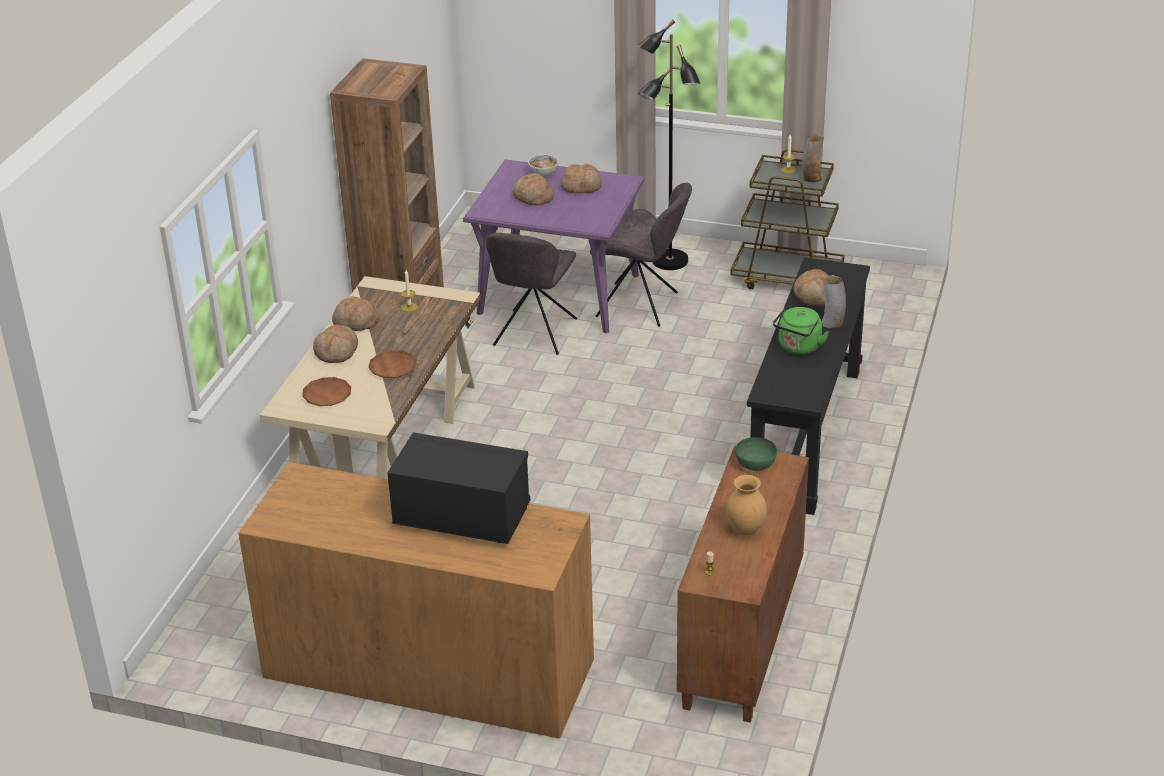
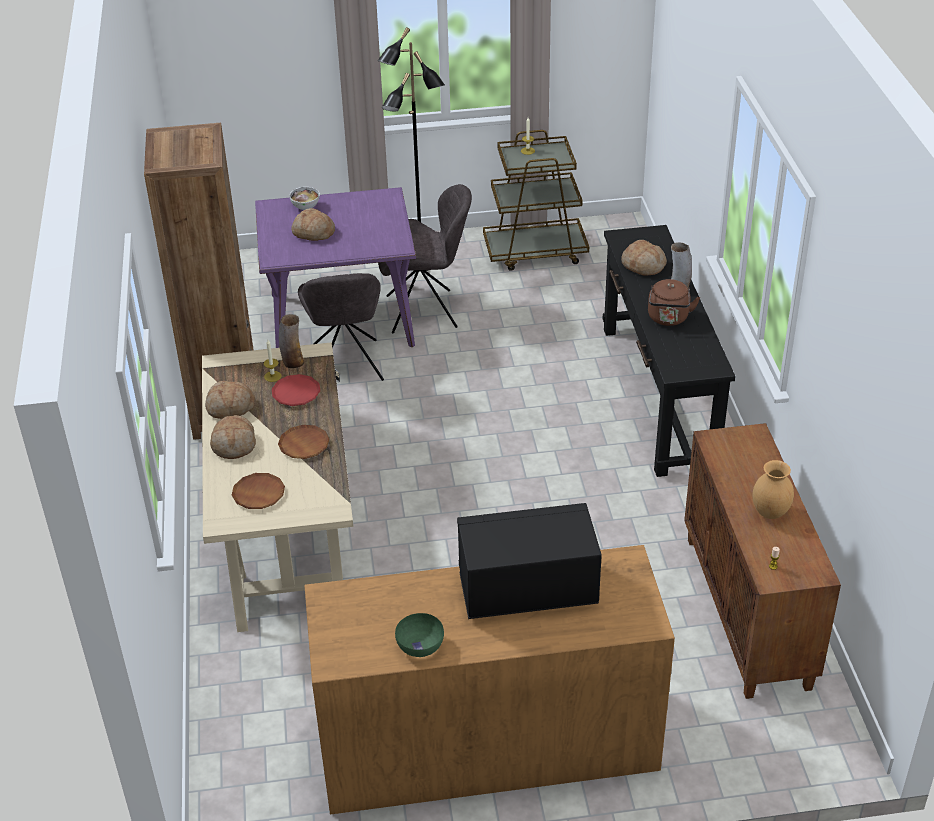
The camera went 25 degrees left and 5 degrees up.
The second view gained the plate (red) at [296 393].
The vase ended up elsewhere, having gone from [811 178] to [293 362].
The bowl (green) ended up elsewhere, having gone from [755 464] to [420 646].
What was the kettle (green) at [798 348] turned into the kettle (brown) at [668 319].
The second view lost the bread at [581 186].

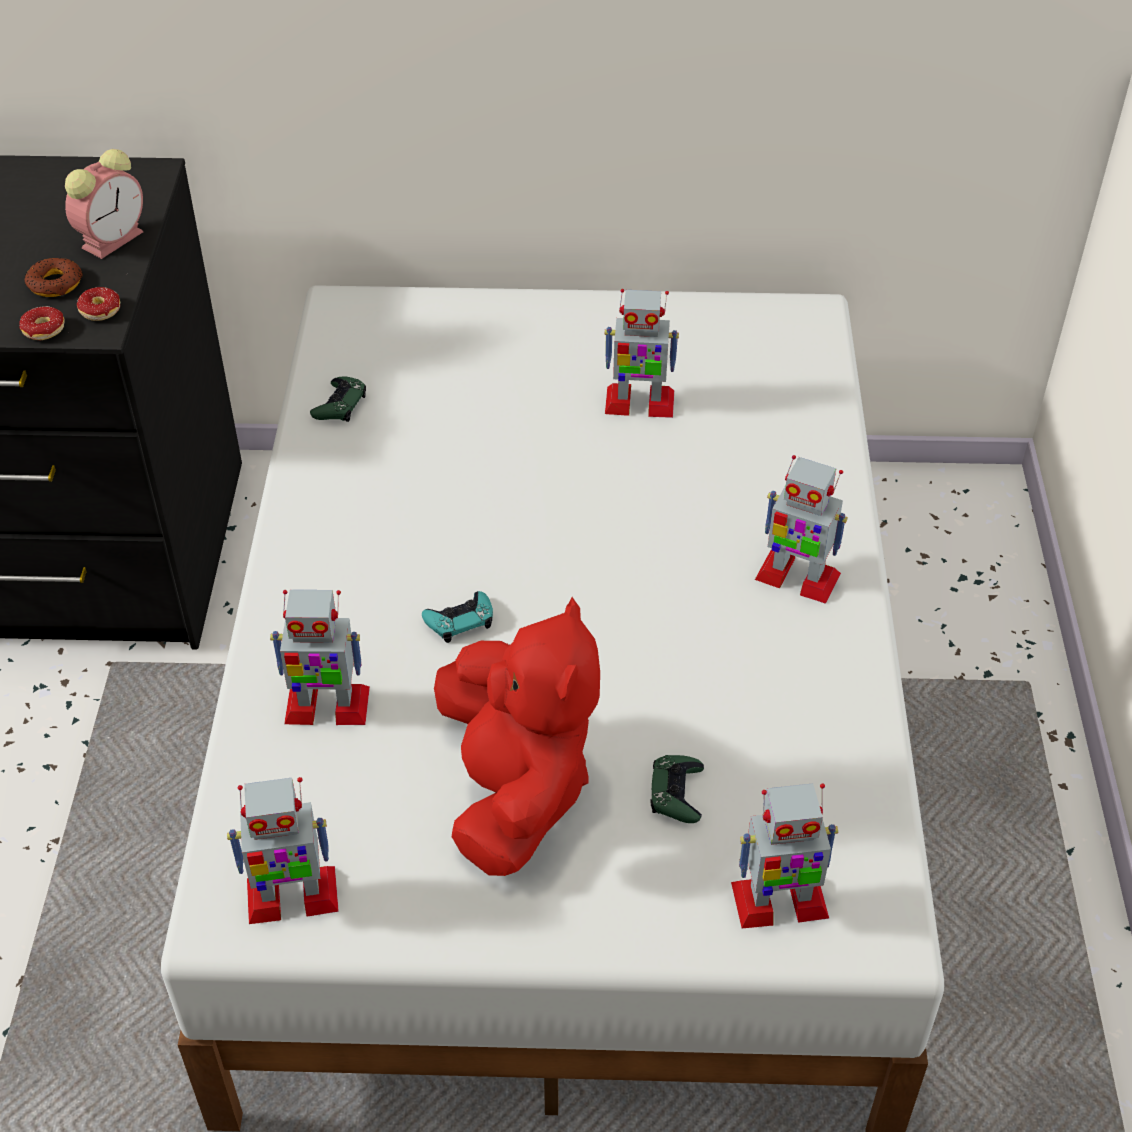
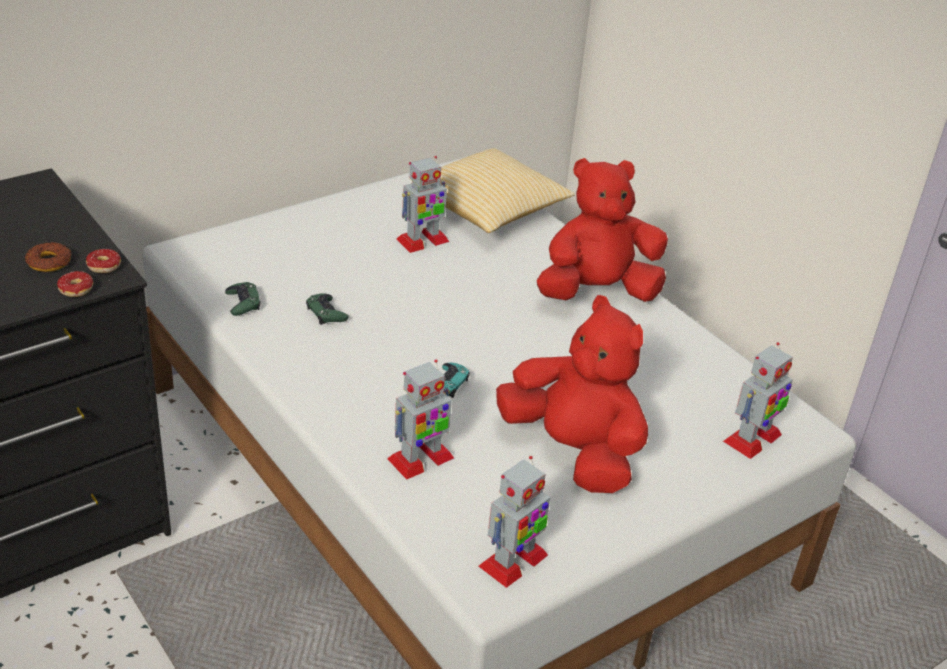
The camera went 40 degrees left and 10 degrees down.
The game controller (green) ended up elsewhere, having gone from [676 793] to [326 313].
The second view gained the pillow at [490 210].
Where the toy robot stood at [796 576], the plush toy (red) came to stand at [596 292].
The second view lost the alarm clock at [114 238].

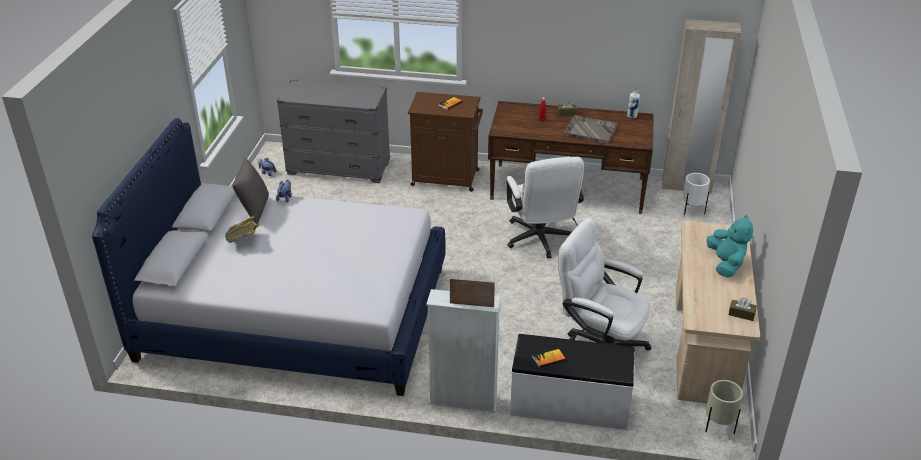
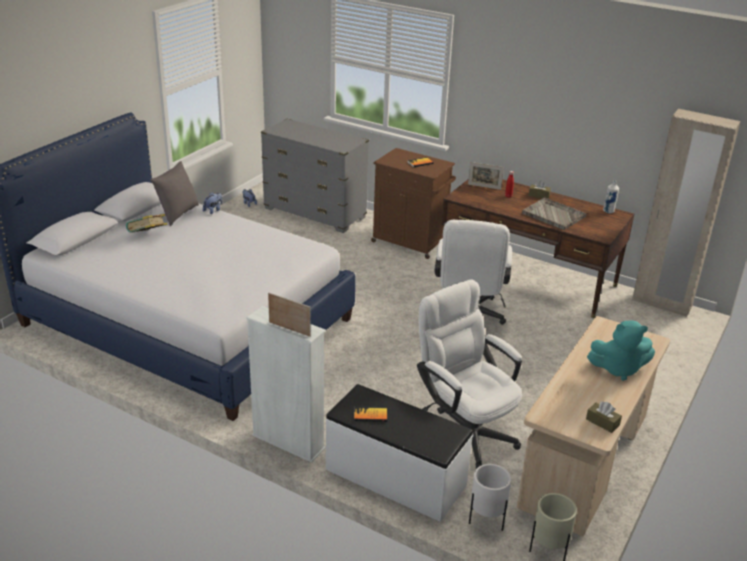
The camera went 20 degrees right and 5 degrees down.
The second view gained the picture frame at [484 187].
The planter (white) ended up elsewhere, having gone from [692 211] to [486 520].
The plush toy (turquoise) at [726 264] ended up facing another way, 75 degrees clockwise from before.

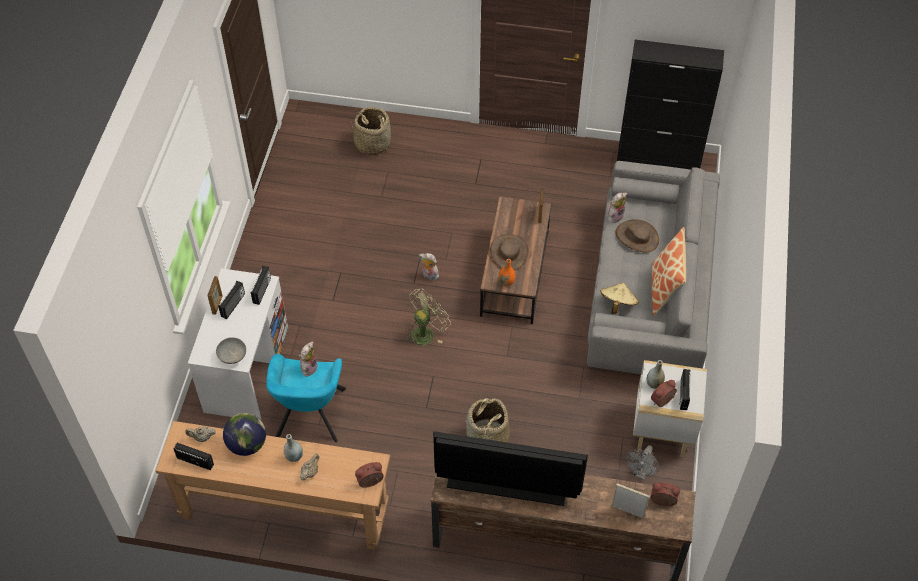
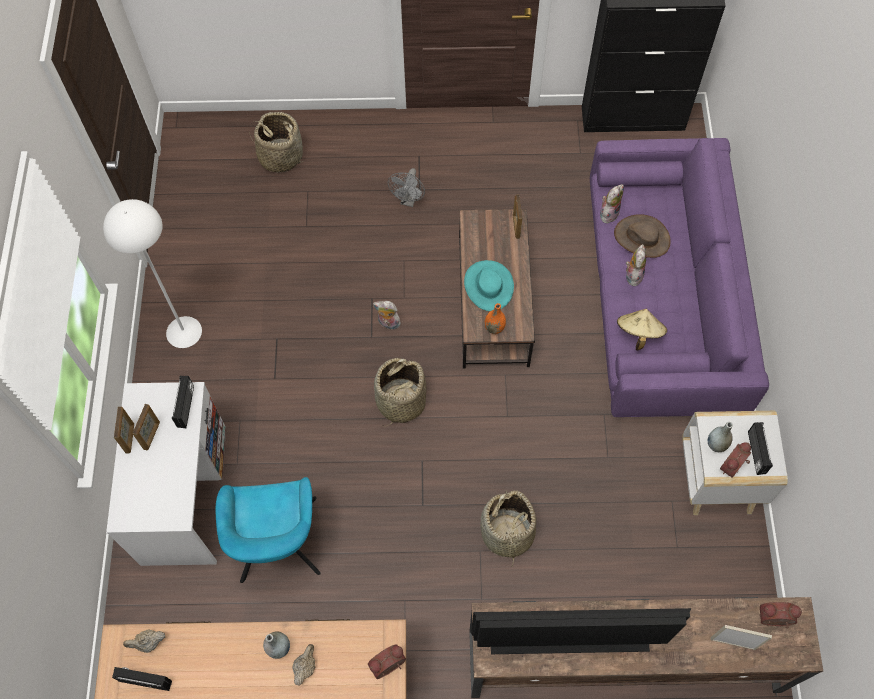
The camera went 10 degrees left and 10 degrees up.
The second view gained the floor lamp (white) at [184 331].
Where the radio stood at [233 305], the picture frame came to stand at [152 435].
Where the fan (green) stood at [426 332], the basket came to stand at [400 402].
The fan (grey) ended up elsewhere, having gone from [640 473] to [409 200].
What was the hat (brown) at [509 252] turned into the hat (turquoise) at [488 286].
What was the sofa (grey) at [649 292] turned into the sofa (purple) at [661 300].
The plush toy ended up elsewhere, having gone from [308 367] to [633 275].
The second view lost the bowl (grey) at [232 356].
The second view lost the globe at [247 444].
The second view lost the pillow at [664 289].

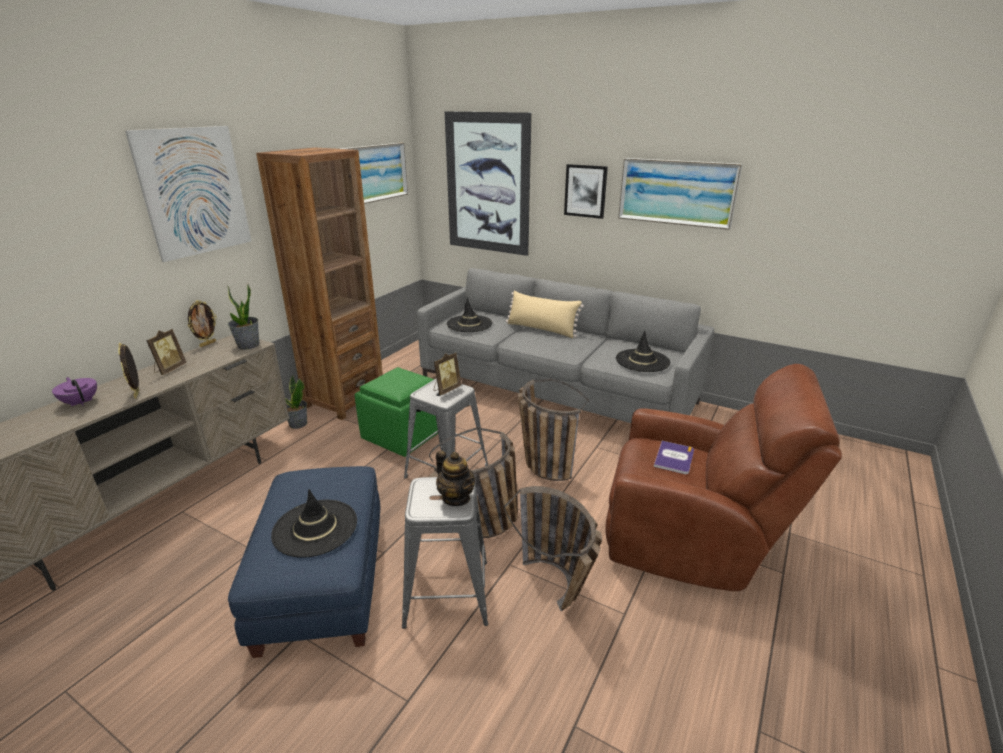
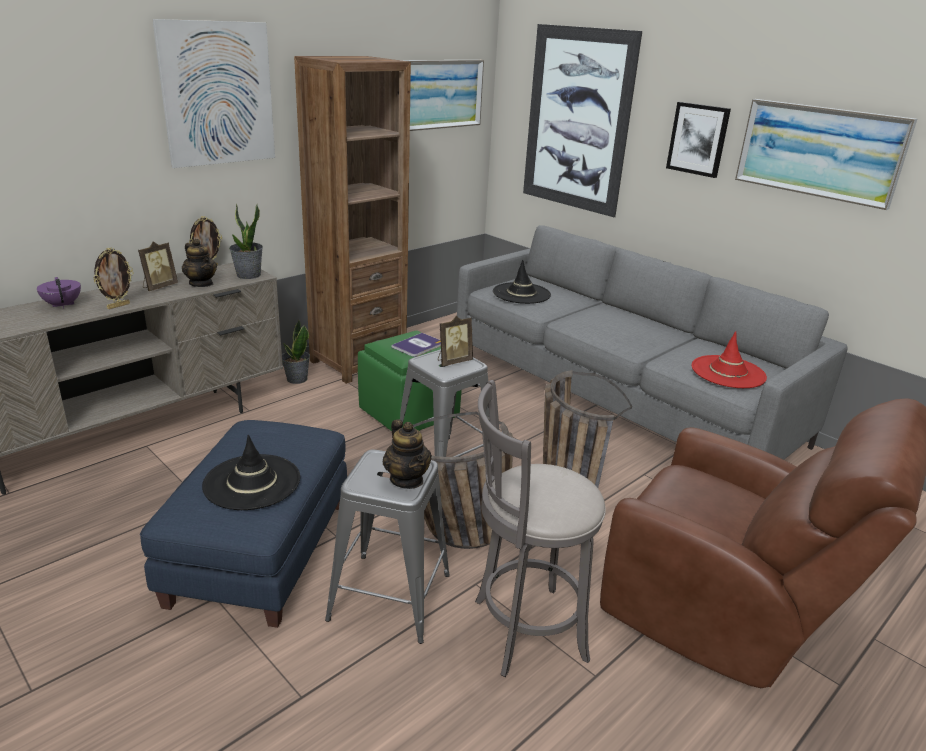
The camera went 15 degrees right and 0 degrees up.
The picture frame at [138 394] ended up facing another way, 135 degrees counterclockwise from before.
The second view gained the teapot at [201 283].
The book ended up elsewhere, having gone from [674 458] to [418 346].
Where the basket stood at [559 593], the stool (grey) came to stand at [523 631].
What was the hat (black) at [642 361] turned into the hat (red) at [728 372].
The second view lost the pillow (beige) at [541 329].

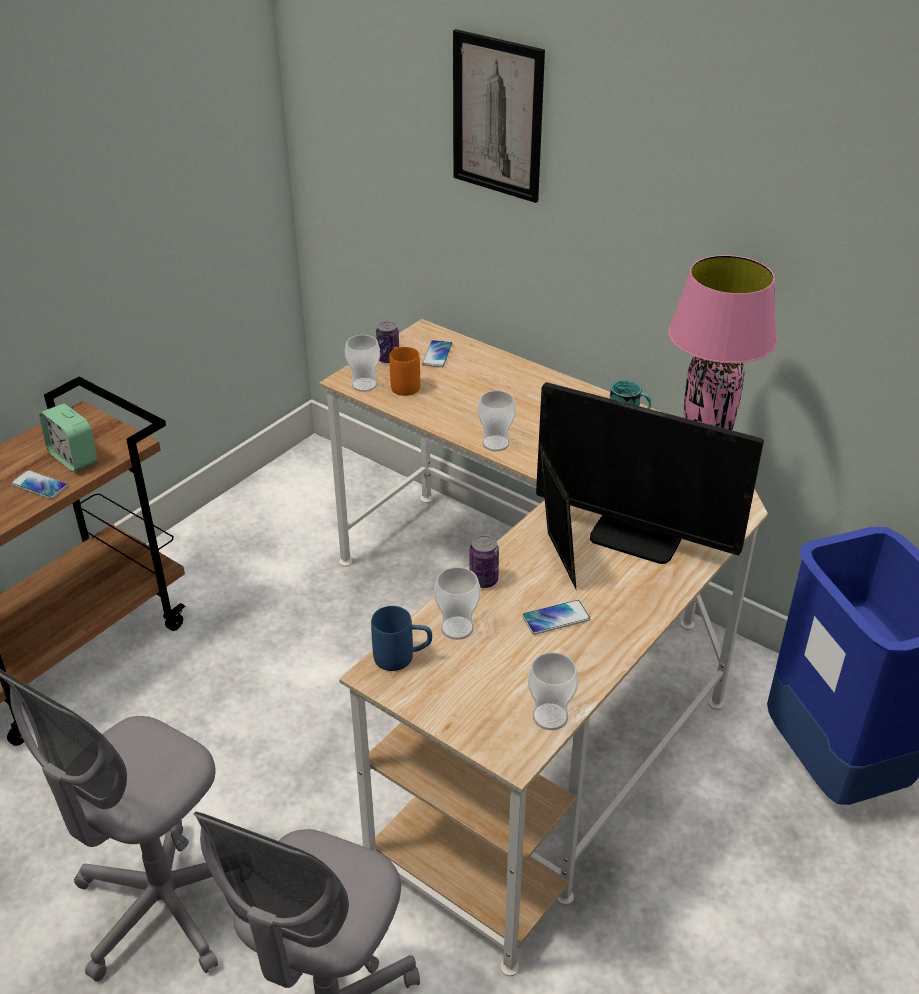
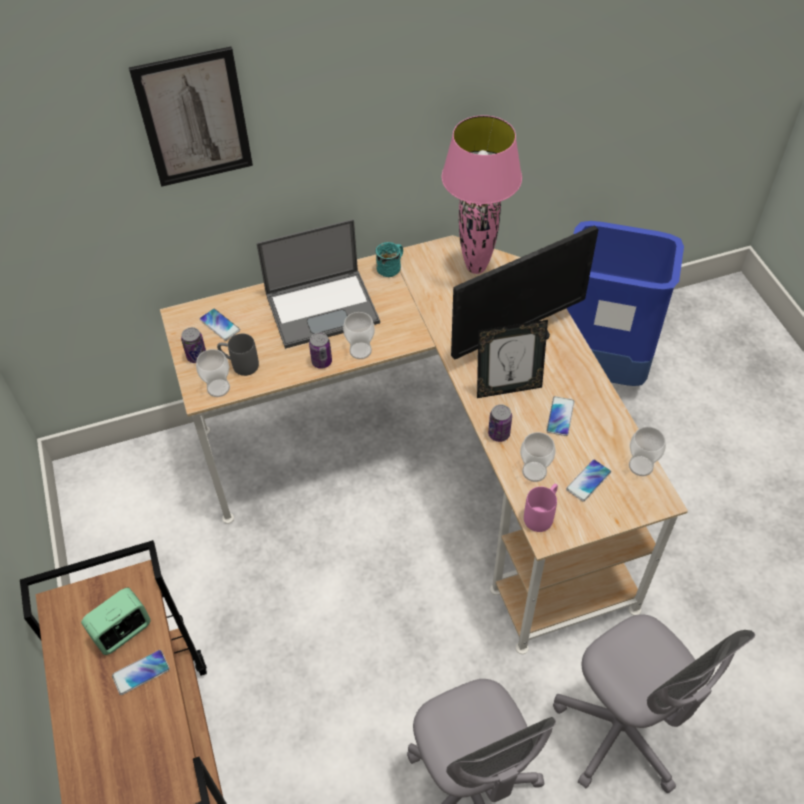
The camera went 55 degrees left and 15 degrees up.
The alarm clock at [73 458] ended up facing another way, 150 degrees clockwise from before.
What was the mug (orange) at [403 384] turned into the mug (grey) at [239 364].
The second view gained the laptop at [323 307].
The second view gained the can at [321 362].
The picture frame at [554 562] ended up facing another way, 150 degrees clockwise from before.
What was the mug (blue) at [403 657] turned into the mug (pink) at [542 514].
The second view gained the phone at [588 481].

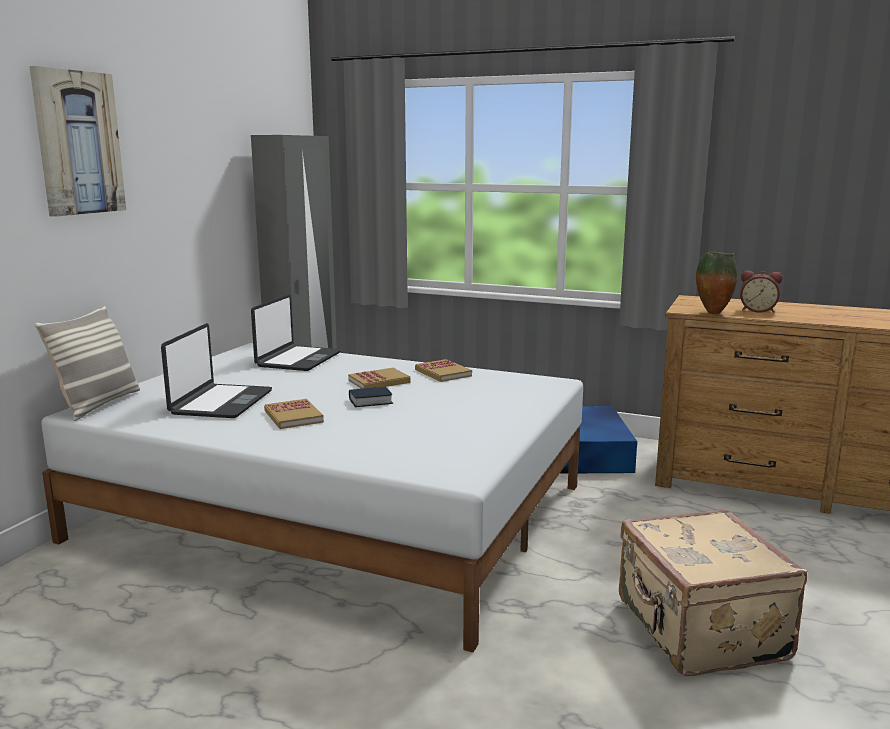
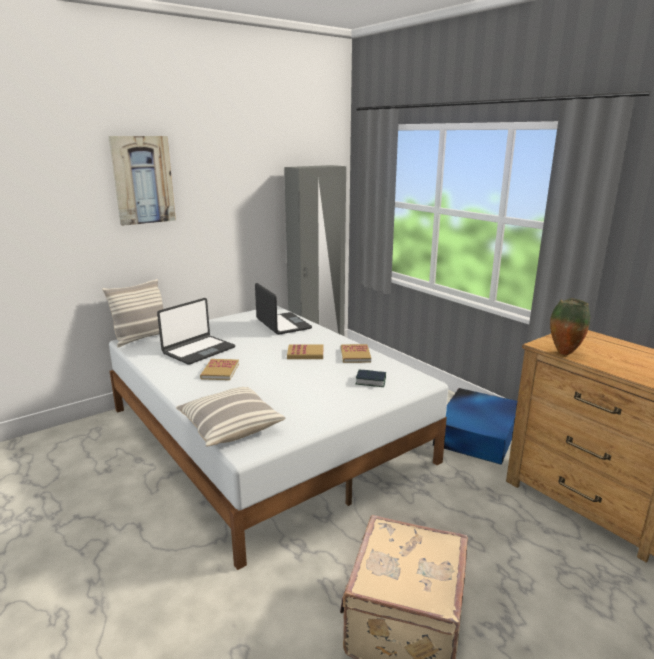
The camera went 30 degrees right and 5 degrees up.
The second view gained the pillow at [230 427].
The laptop at [298 359] ended up facing another way, 75 degrees counterclockwise from before.
The book ended up elsewhere, having gone from [370 401] to [370 381].
The second view lost the alarm clock at [757 310].

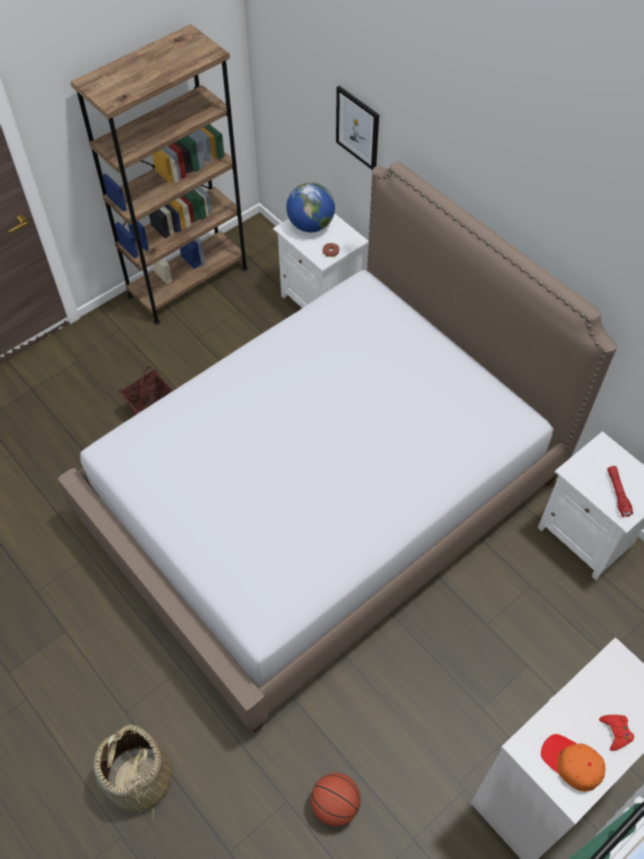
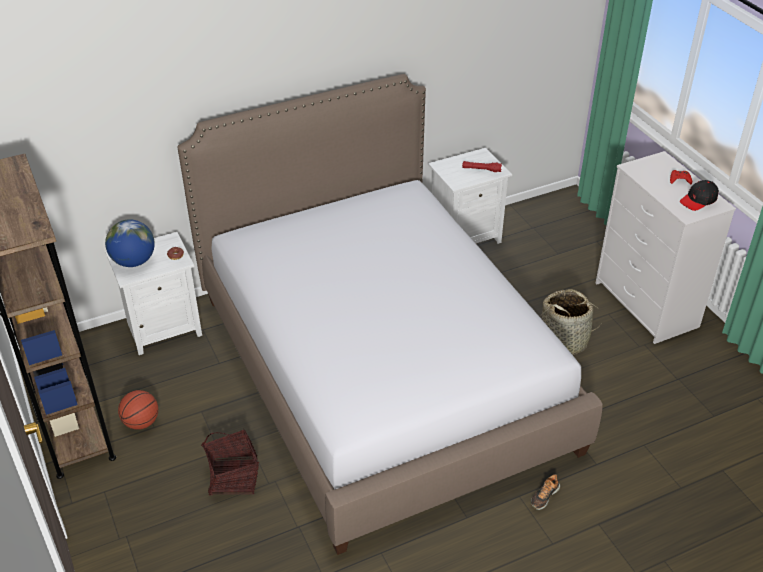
The camera went 75 degrees left and 15 degrees down.
The basketball ended up elsewhere, having gone from [335 804] to [141 422].
The second view gained the shoe at [544 496].
The basket ended up elsewhere, having gone from [139 780] to [564 341].
What was the cap (orange) at [572 763] turned into the cap (black) at [698 200].
The second view lost the picture at [357 128].

